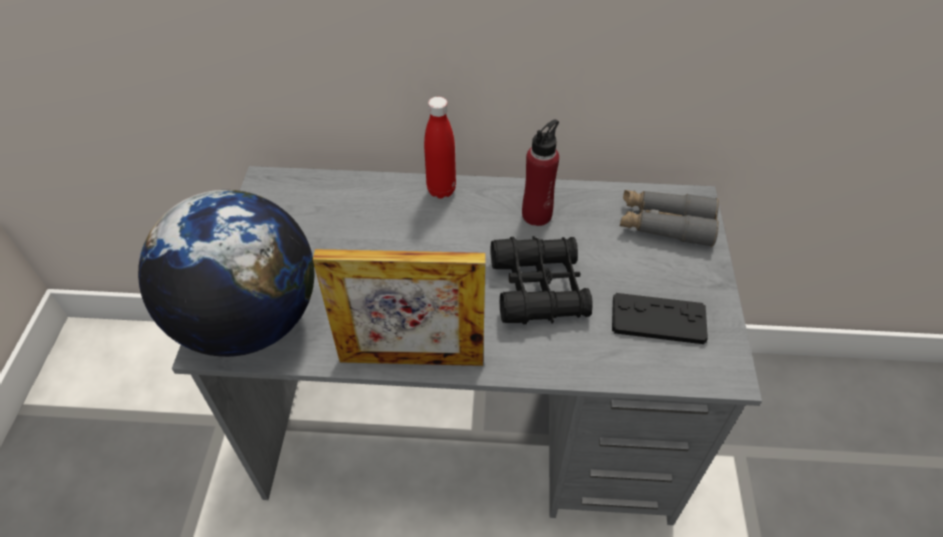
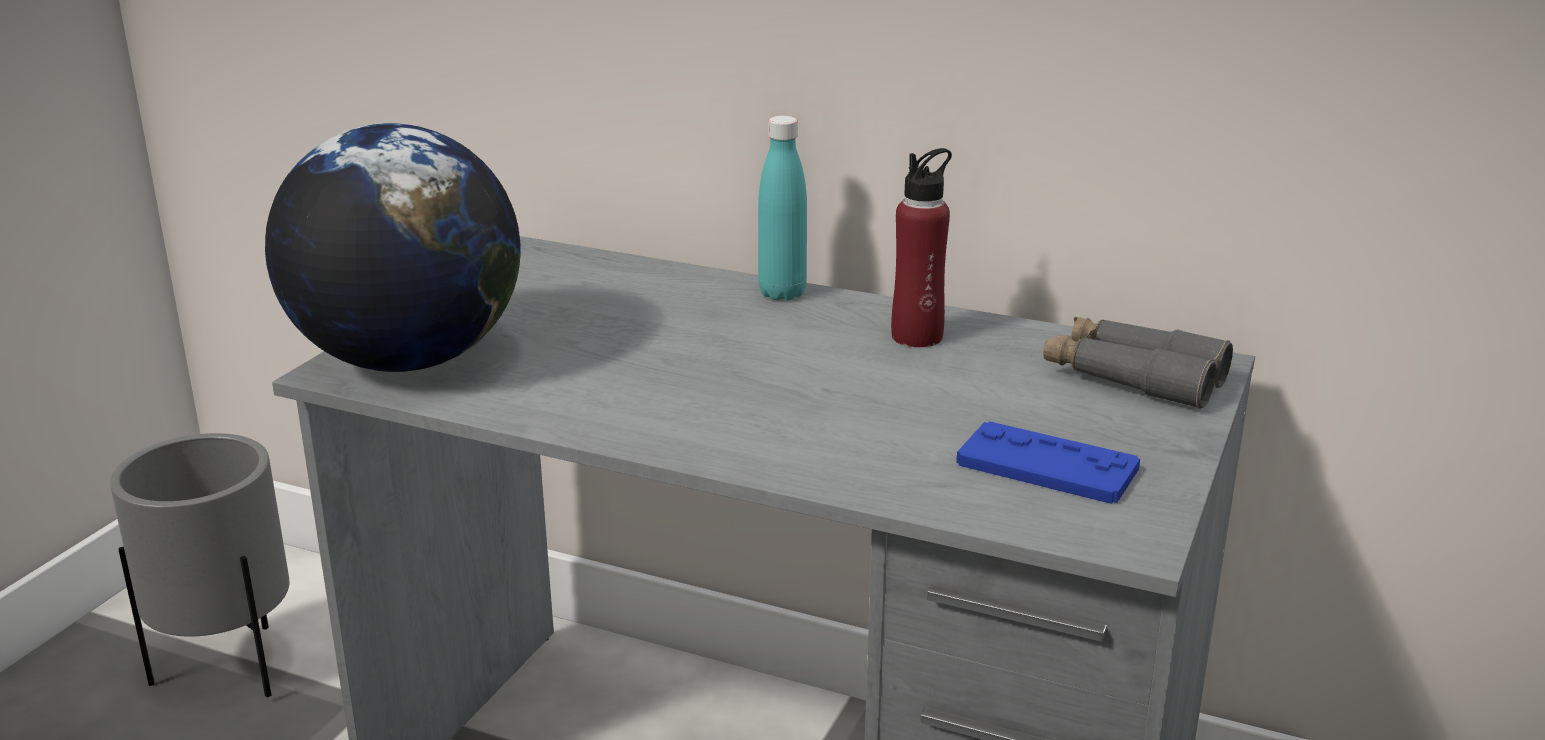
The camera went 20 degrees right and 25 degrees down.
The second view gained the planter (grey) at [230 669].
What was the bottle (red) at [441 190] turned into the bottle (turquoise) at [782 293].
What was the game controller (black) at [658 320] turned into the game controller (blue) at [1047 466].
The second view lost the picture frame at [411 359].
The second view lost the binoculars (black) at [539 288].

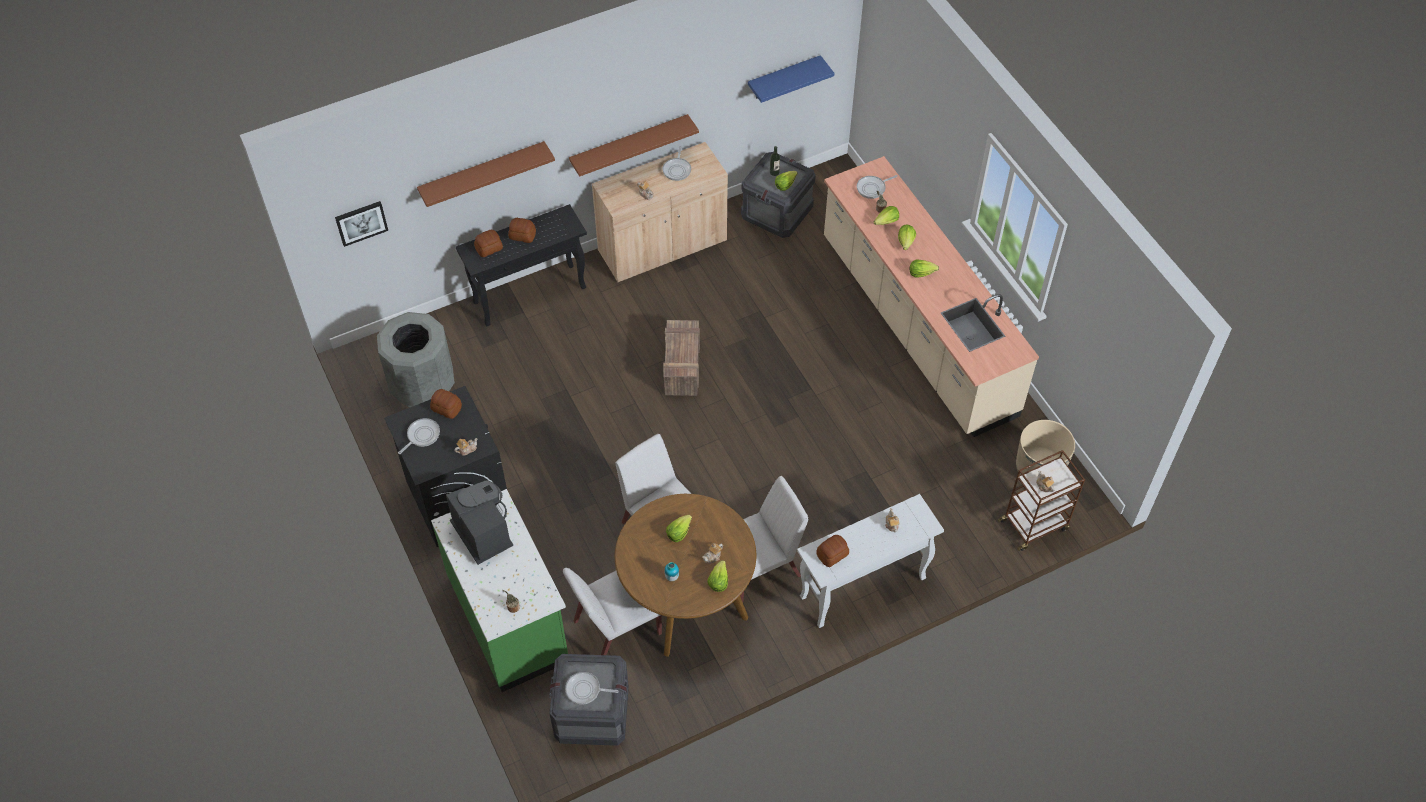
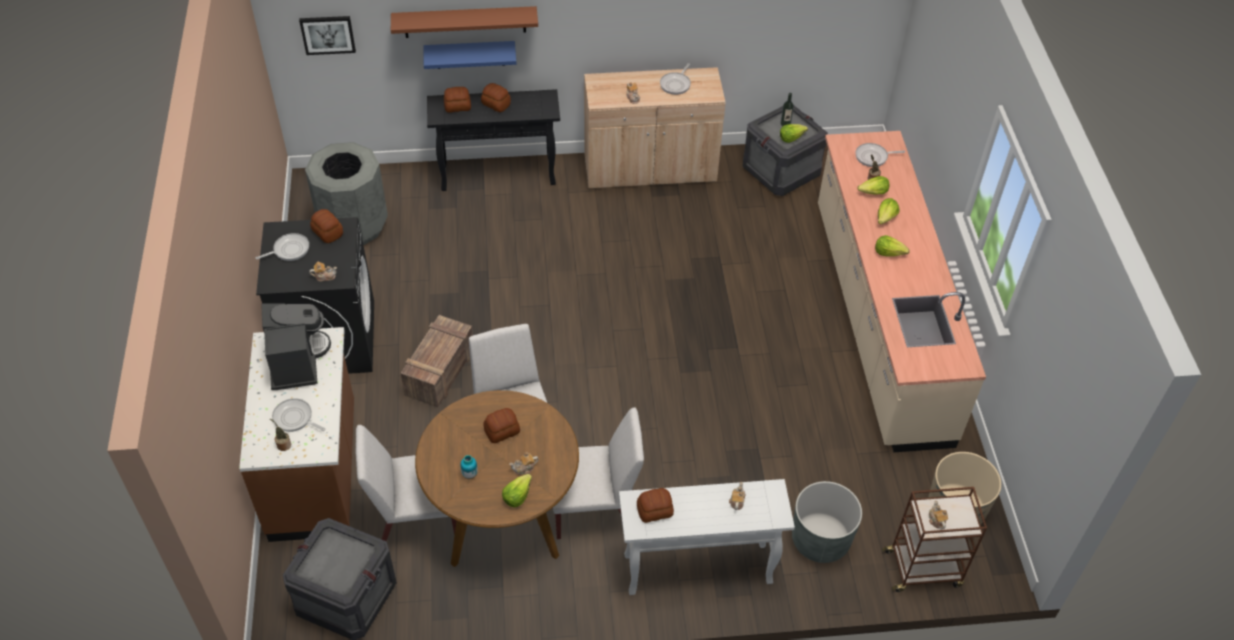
The camera went 20 degrees right and 5 degrees down.
What was the counter (green) at [510 619] turned into the counter (brown) at [316 472].
The frying pan ended up elsewhere, having gone from [585 690] to [295 418].
The crate ended up elsewhere, having gone from [682 366] to [440 371].
The shelf (blue) ended up elsewhere, having gone from [783 78] to [470 54].
Where the lettuce stood at [678 532], the bread came to stand at [501 431].
The second view gained the planter (grey) at [820 540].
The second view lost the shelf (brown) at [629 145].

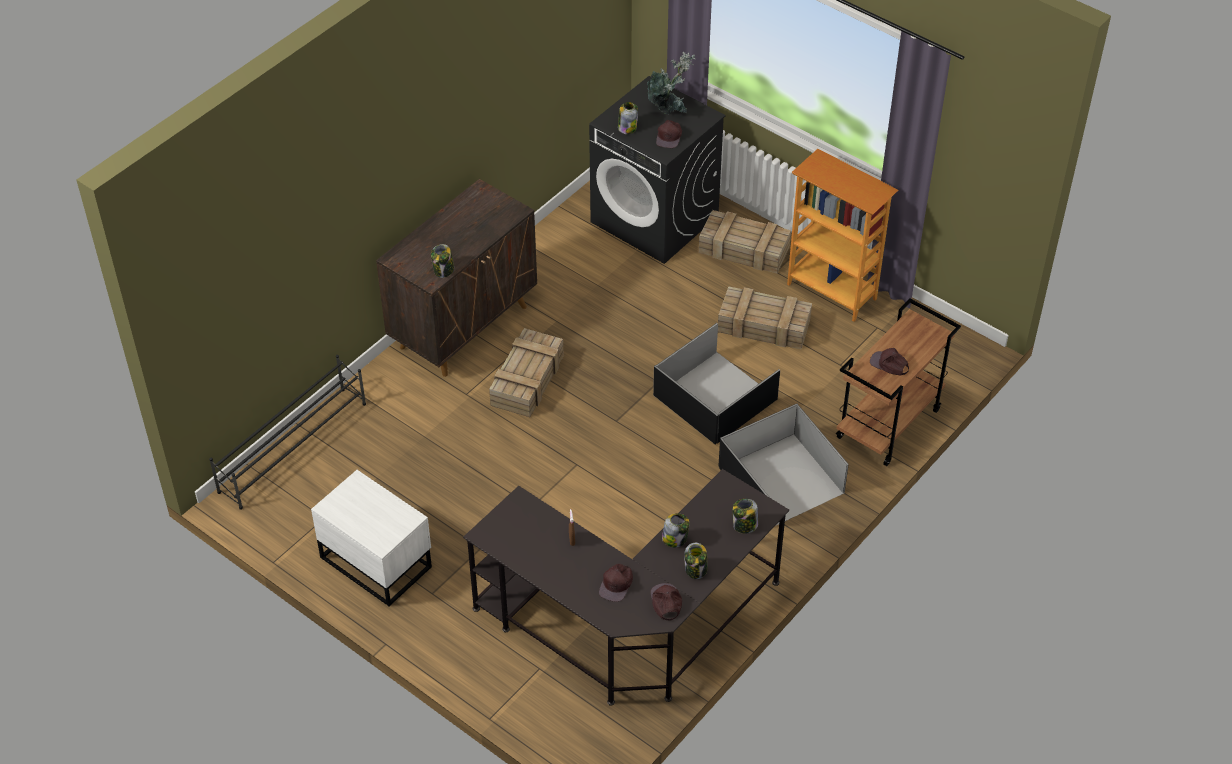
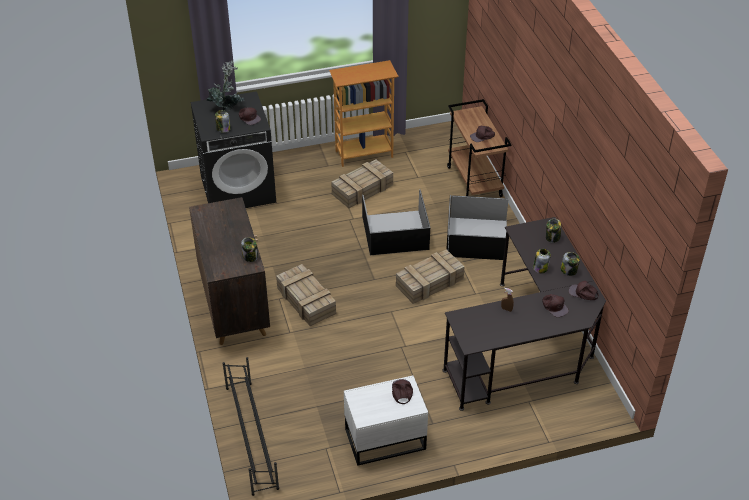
The camera went 55 degrees left and 5 degrees down.
The second view gained the cap (brown) at [401 392].
The crate ended up elsewhere, having gone from [742 250] to [429 283].

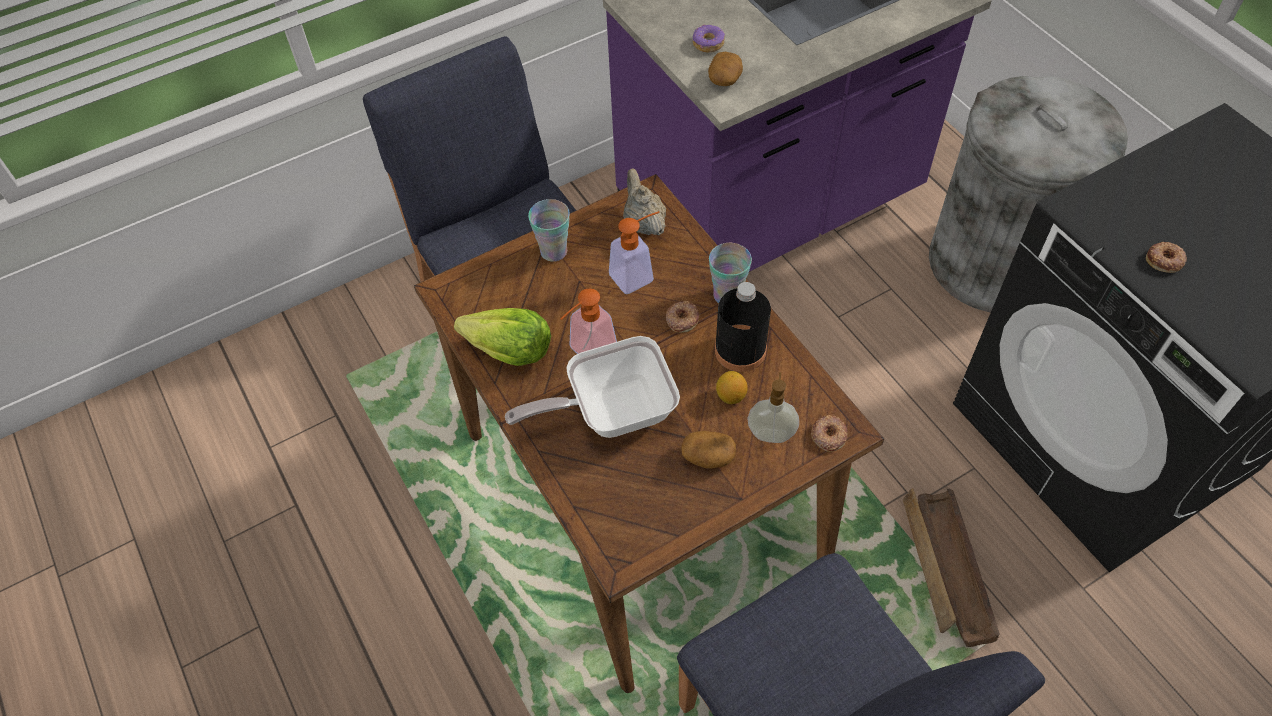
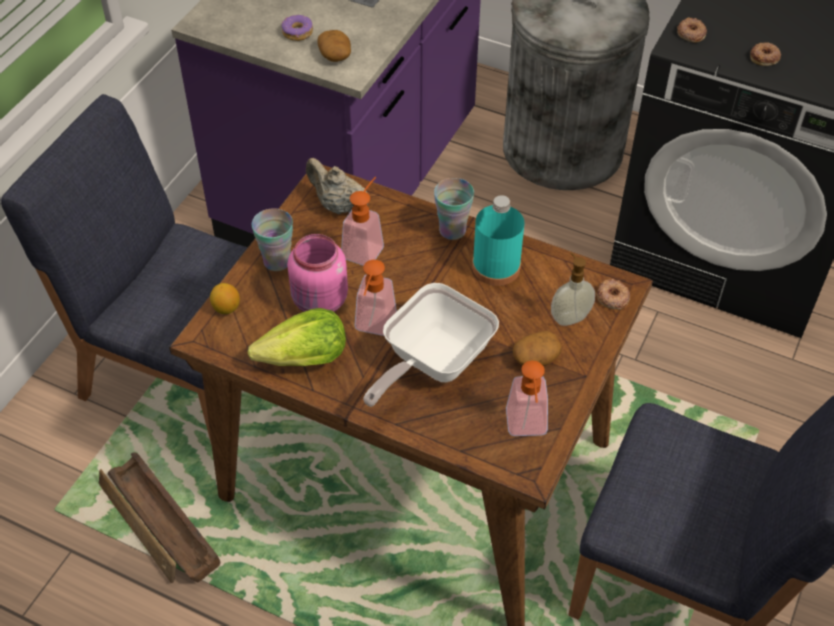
The camera went 35 degrees left and 5 degrees down.
The crate ended up elsewhere, having gone from [946 571] to [160 527].
The lemon ended up elsewhere, having gone from [730 396] to [226 308].
The second view gained the jar (pink) at [320 302].
What was the bottle (black) at [740 350] turned into the bottle (turquoise) at [496 267].
The second view gained the soap dispenser at [527 428].
The donut ended up elsewhere, having gone from [682 319] to [691 33].

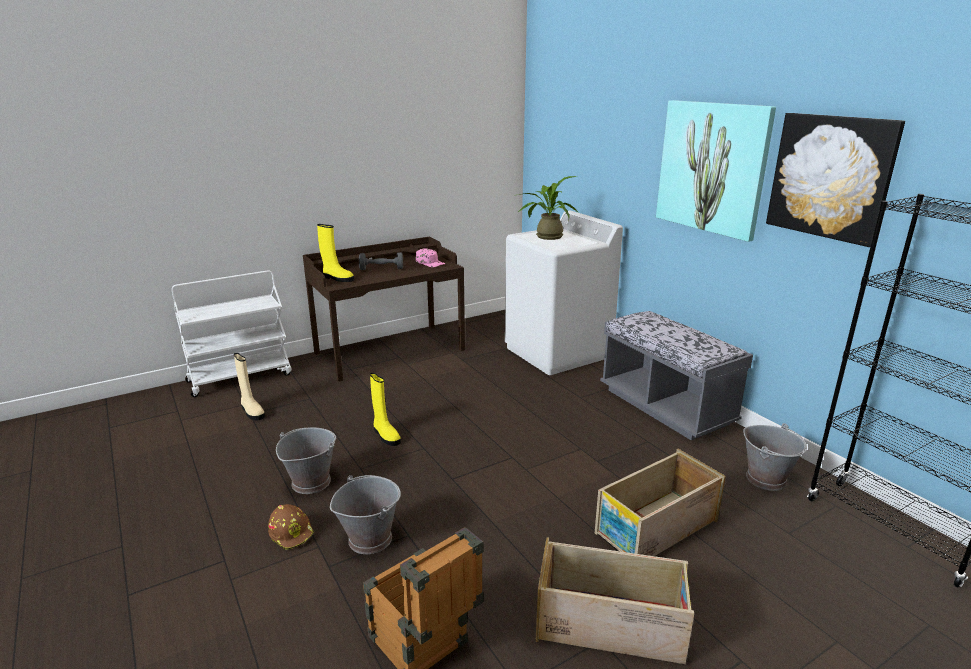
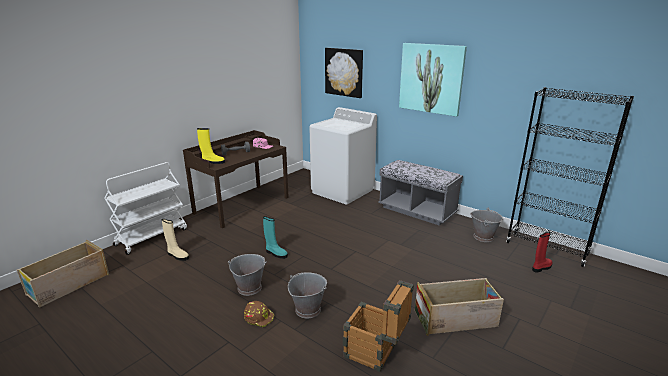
The camera went 20 degrees left and 0 degrees up.
The crate ended up elsewhere, having gone from [655 527] to [68 285].
What was the boot (yellow) at [385 435] turned into the boot (turquoise) at [275 253].
The picture ended up elsewhere, having gone from [830 177] to [344 72].
The second view gained the boot (red) at [541 268].
The second view lost the potted plant at [546 236].

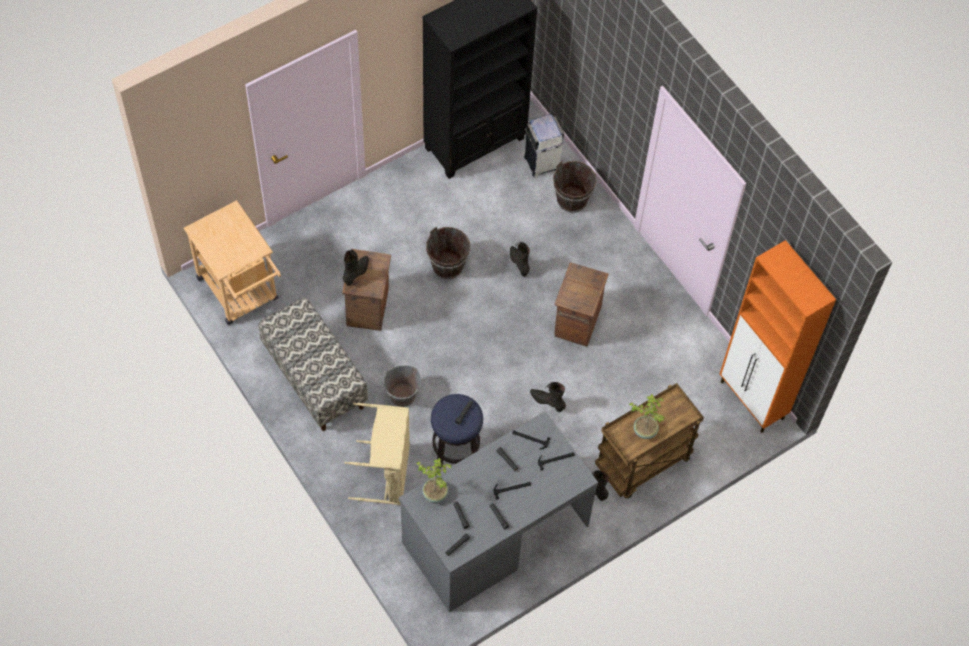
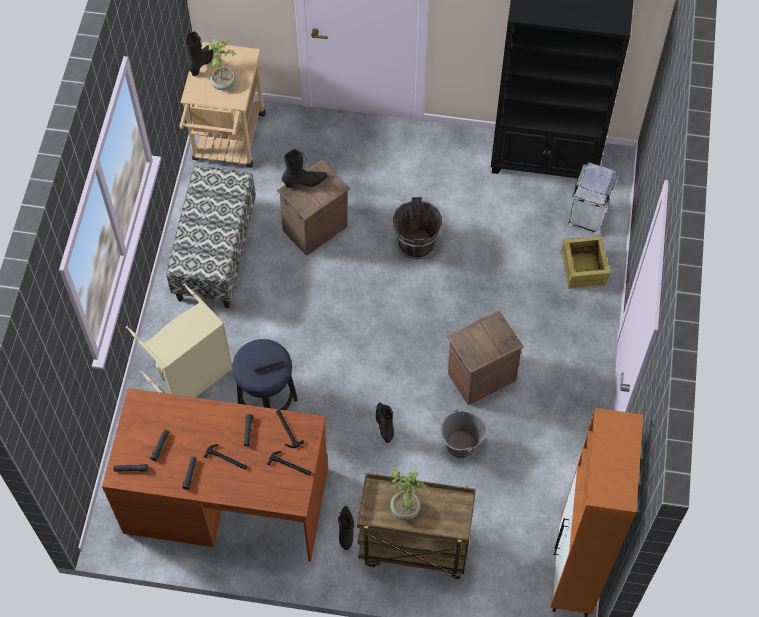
The camera went 45 degrees right and 0 degrees up.
What was the desk (grey) at [494 533] turned into the desk (brown) at [226 499].
The boot (black) ended up elsewhere, having gone from [519 263] to [202 63].
The potted plant ended up elsewhere, having gone from [435 493] to [224 83].
The bucket (grey) ended up elsewhere, having gone from [403 395] to [461 445].
Where the bucket (brown) stood at [571 200], the crate came to stand at [583 269].

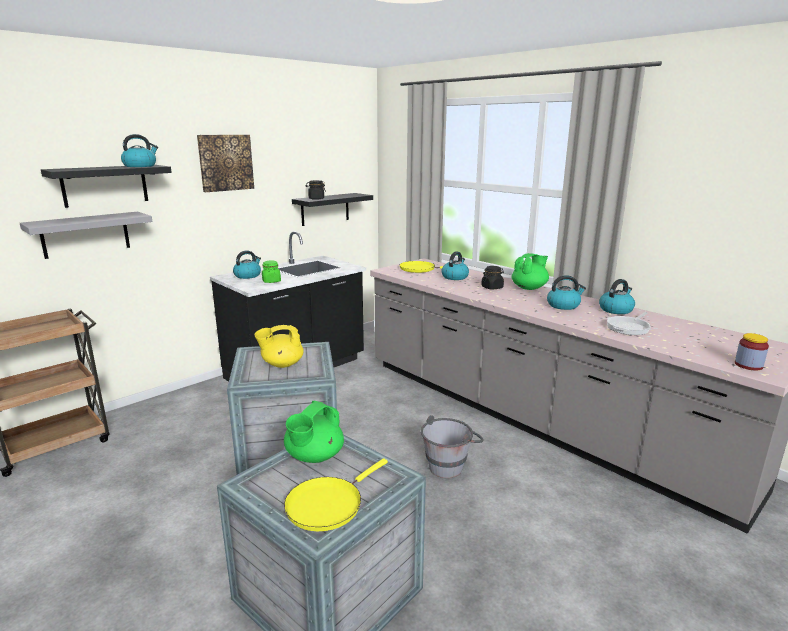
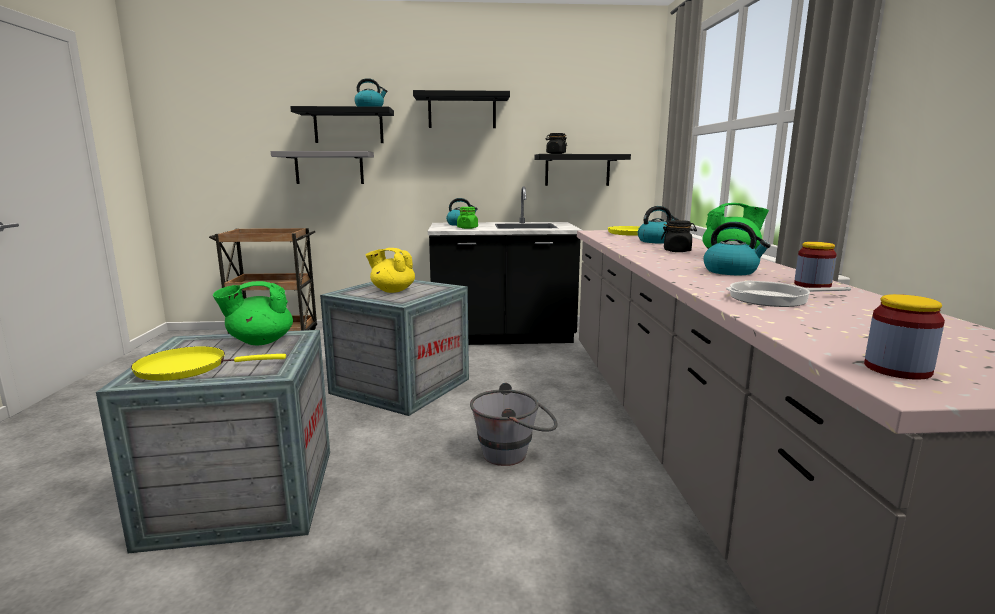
The camera went 40 degrees right and 5 degrees down.
Where the picture hung at [225 162], the shelf (black) came to hang at [462 111].
Where the kettle stood at [616 310], the jar came to stand at [812 285].

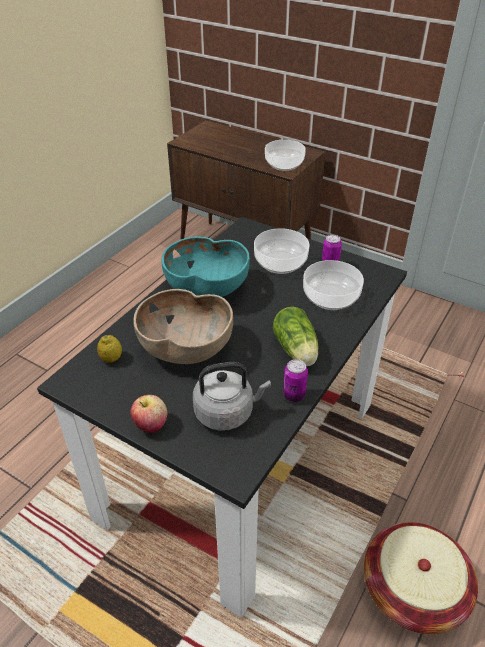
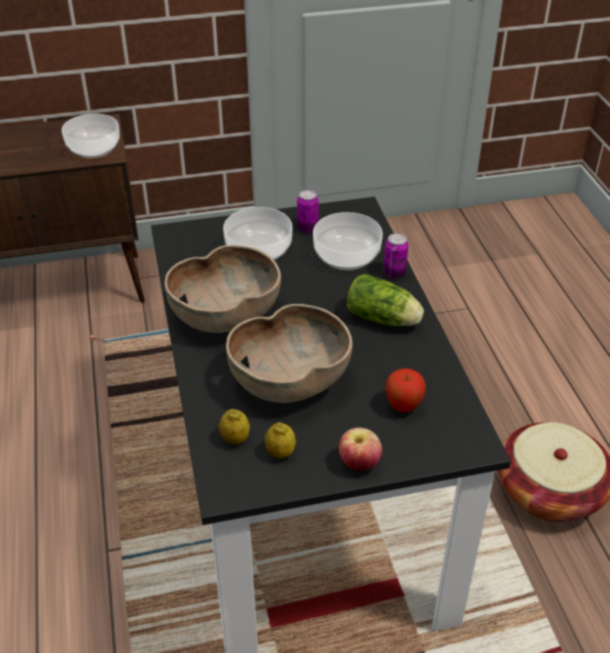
The camera went 45 degrees left and 0 degrees up.
What was the bowl (turquoise) at [206 289] turned into the bowl (brown) at [226 316].
The second view gained the lemon at [280 452].
The can ended up elsewhere, having gone from [294 395] to [394 273].
Where the kettle (grey) stood at [227 412], the apple came to stand at [403 406].

